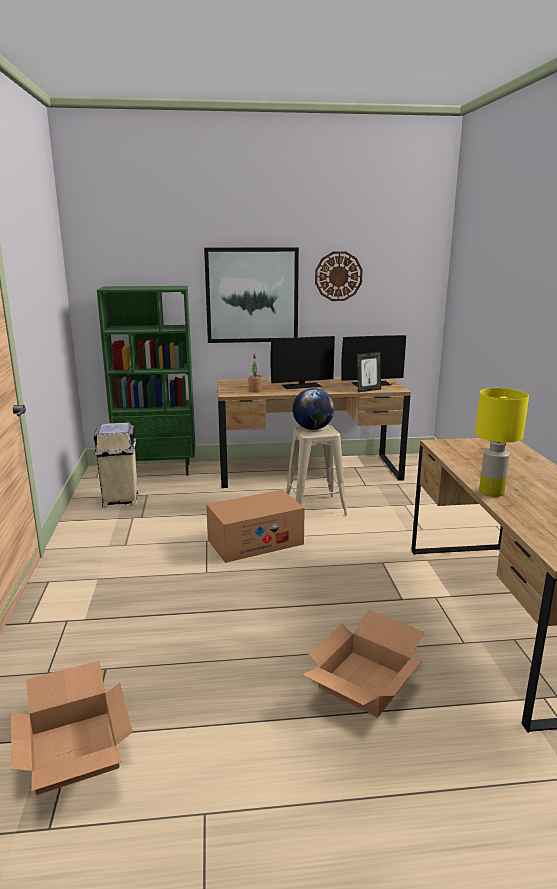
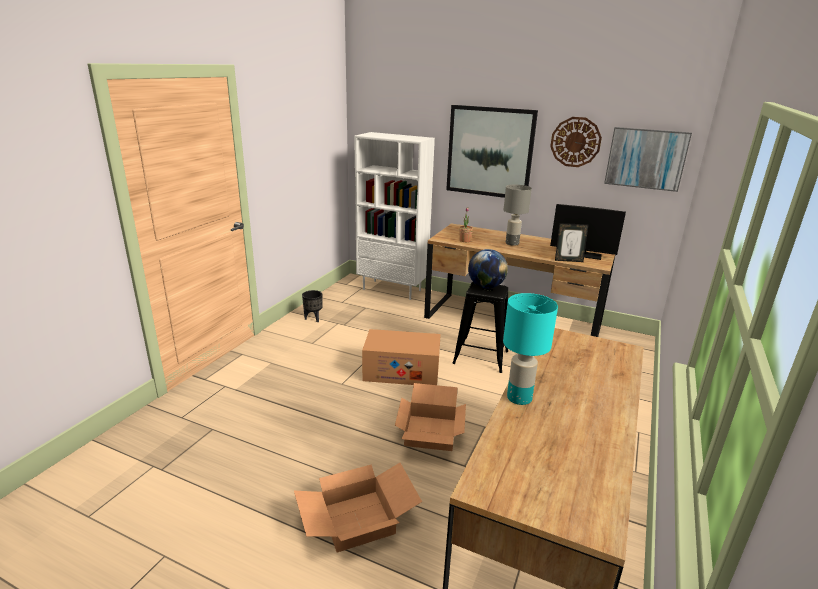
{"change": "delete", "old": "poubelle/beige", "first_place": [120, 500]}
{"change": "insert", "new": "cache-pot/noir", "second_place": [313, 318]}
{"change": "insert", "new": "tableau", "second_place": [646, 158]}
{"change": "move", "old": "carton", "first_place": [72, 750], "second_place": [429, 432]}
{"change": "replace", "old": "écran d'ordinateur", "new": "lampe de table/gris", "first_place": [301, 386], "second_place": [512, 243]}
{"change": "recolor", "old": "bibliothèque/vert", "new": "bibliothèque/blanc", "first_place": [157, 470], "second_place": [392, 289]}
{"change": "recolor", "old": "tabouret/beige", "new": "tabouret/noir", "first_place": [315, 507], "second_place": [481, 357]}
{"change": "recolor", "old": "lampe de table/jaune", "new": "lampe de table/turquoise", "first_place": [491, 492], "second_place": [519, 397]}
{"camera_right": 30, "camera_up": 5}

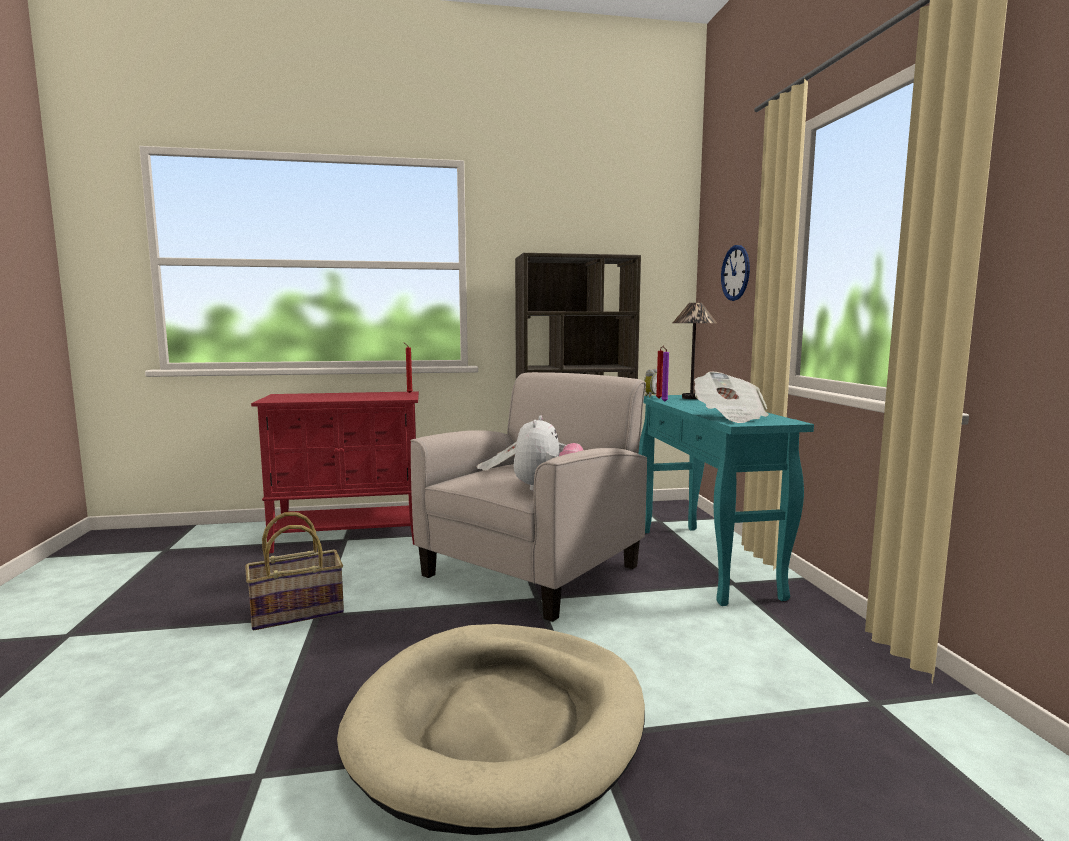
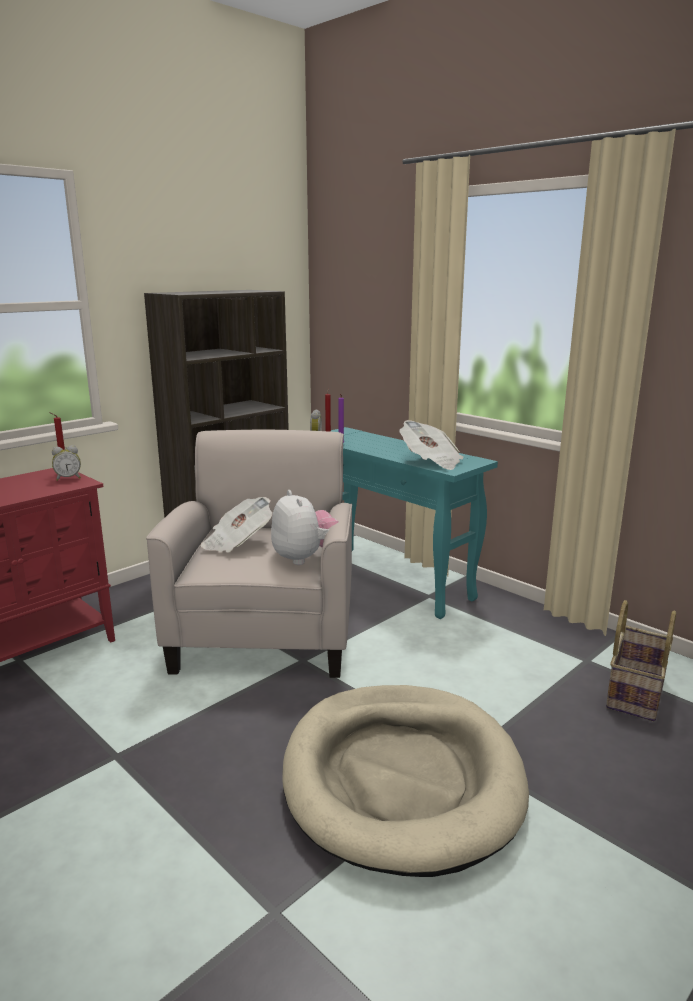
{"change": "delete", "old": "lampe de table", "first_place": [691, 398]}
{"change": "delete", "old": "horloge murale", "first_place": [735, 273]}
{"change": "insert", "new": "réveil", "second_place": [68, 478]}
{"change": "move", "old": "panier", "first_place": [297, 611], "second_place": [634, 692]}
{"camera_right": -35, "camera_up": 10}

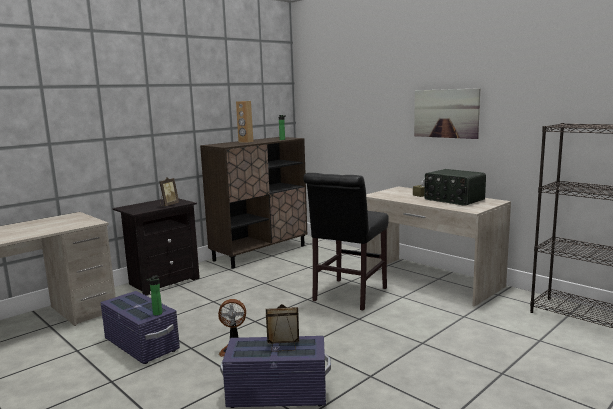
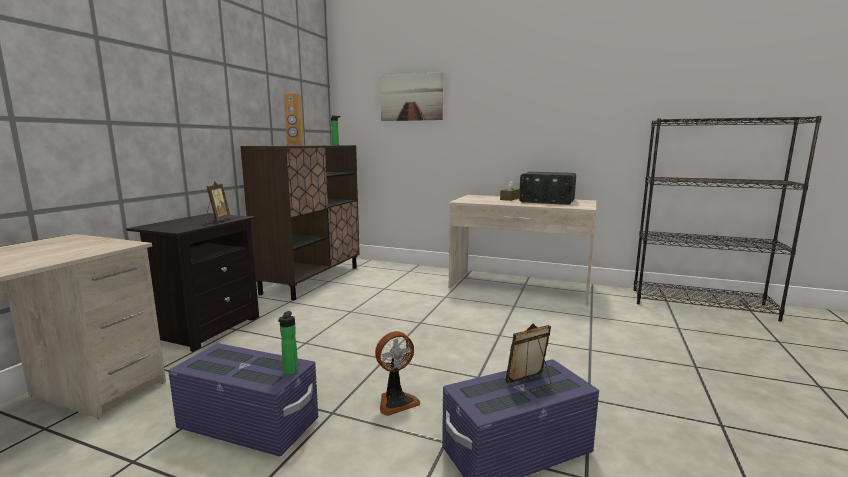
{"change": "delete", "old": "chaise/noir", "first_place": [348, 296]}
{"change": "move", "old": "tableau", "first_place": [446, 113], "second_place": [411, 97]}
{"camera_right": -25, "camera_up": 0}

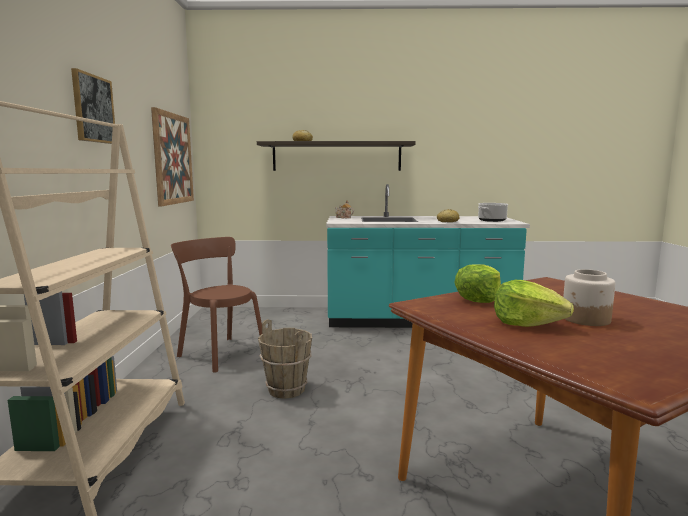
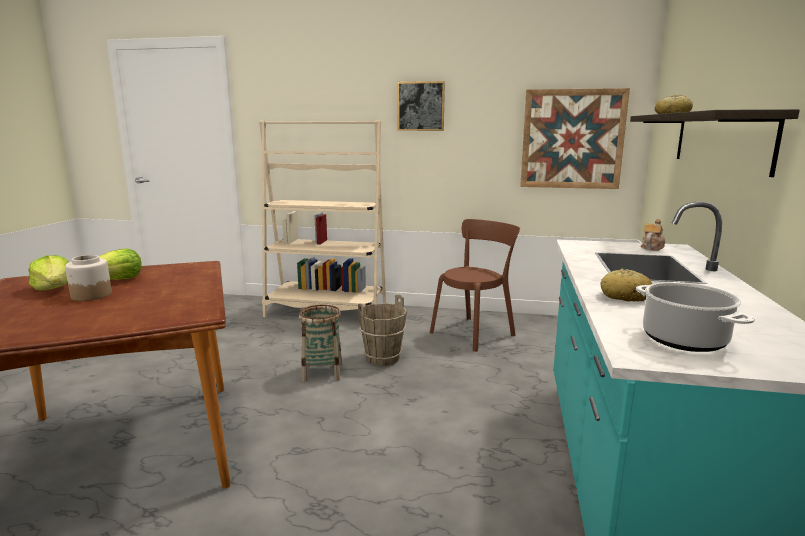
{"change": "insert", "new": "panier", "second_place": [322, 372]}
{"change": "move", "old": "laitue", "first_place": [479, 299], "second_place": [54, 289]}
{"camera_right": 100, "camera_up": 5}

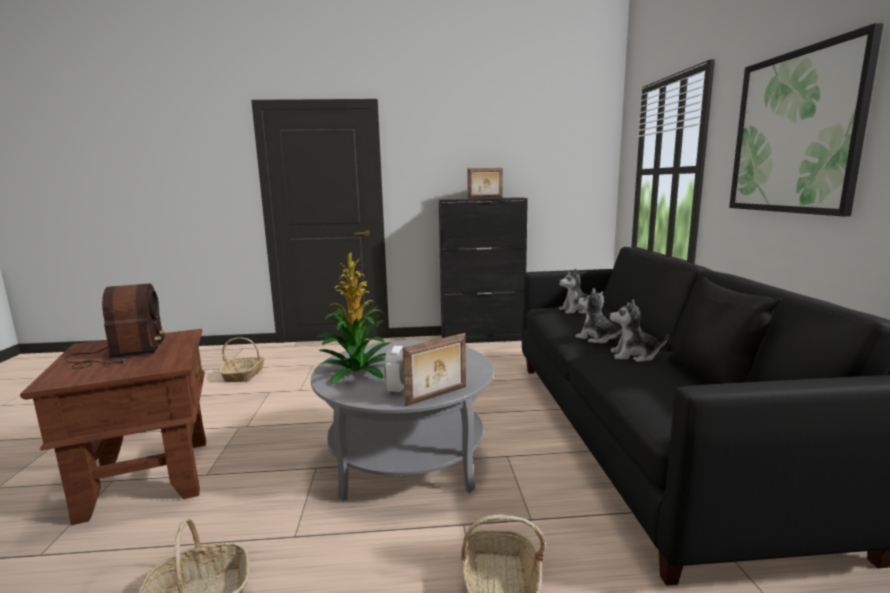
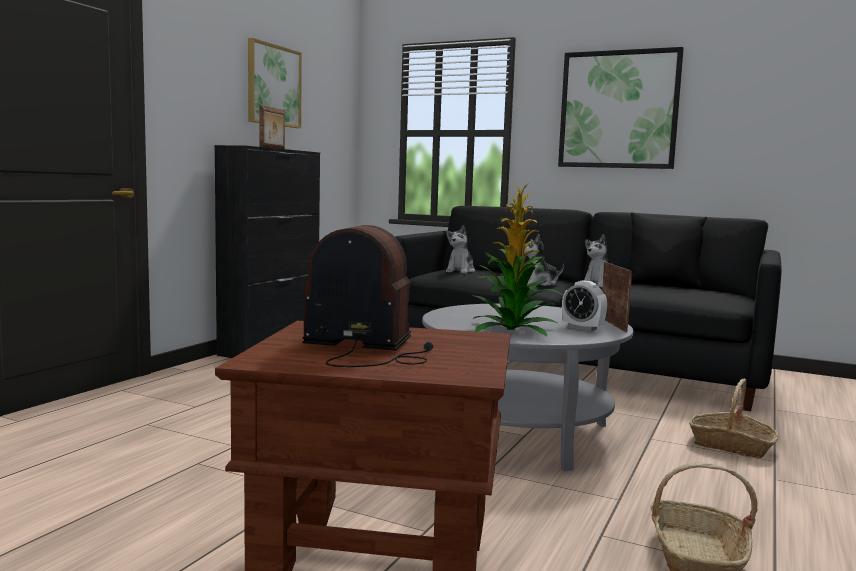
{"change": "delete", "old": "panier", "first_place": [244, 374]}
{"change": "insert", "new": "tableau", "second_place": [273, 85]}
{"camera_right": -60, "camera_up": -5}

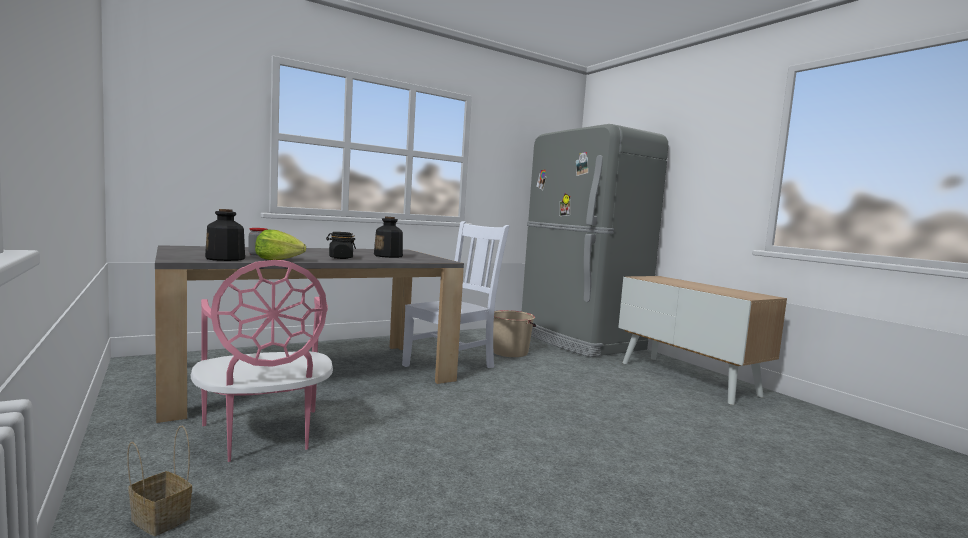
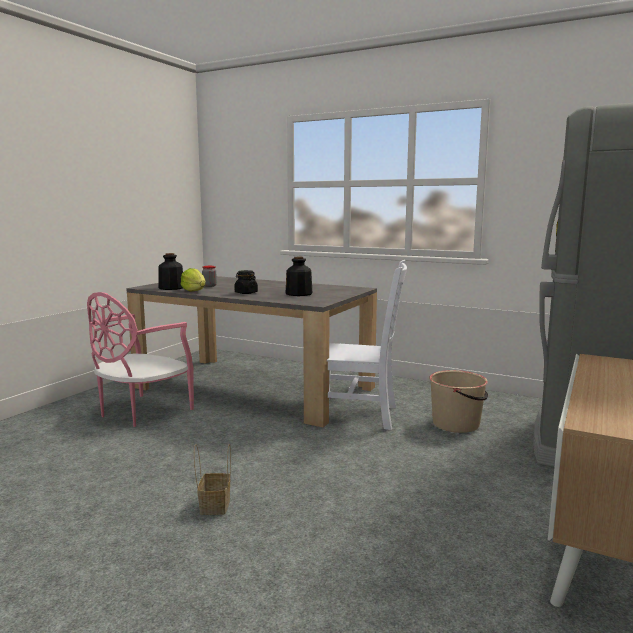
{"change": "move", "old": "panier", "first_place": [158, 519], "second_place": [214, 505]}
{"camera_right": 60, "camera_up": 5}

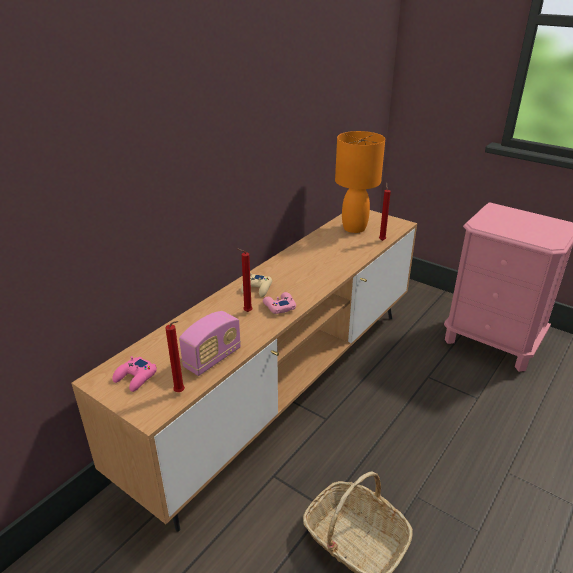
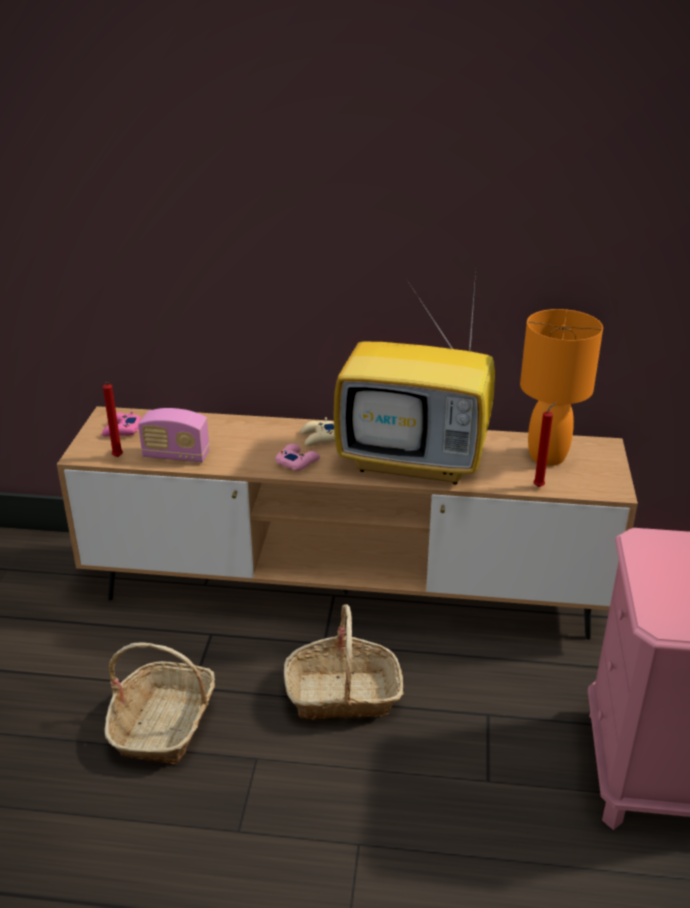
{"change": "delete", "old": "bougie/rouge", "first_place": [246, 312]}
{"change": "insert", "new": "panier", "second_place": [343, 694]}
{"change": "insert", "new": "téléviseur", "second_place": [416, 461]}
{"camera_right": 60, "camera_up": 0}

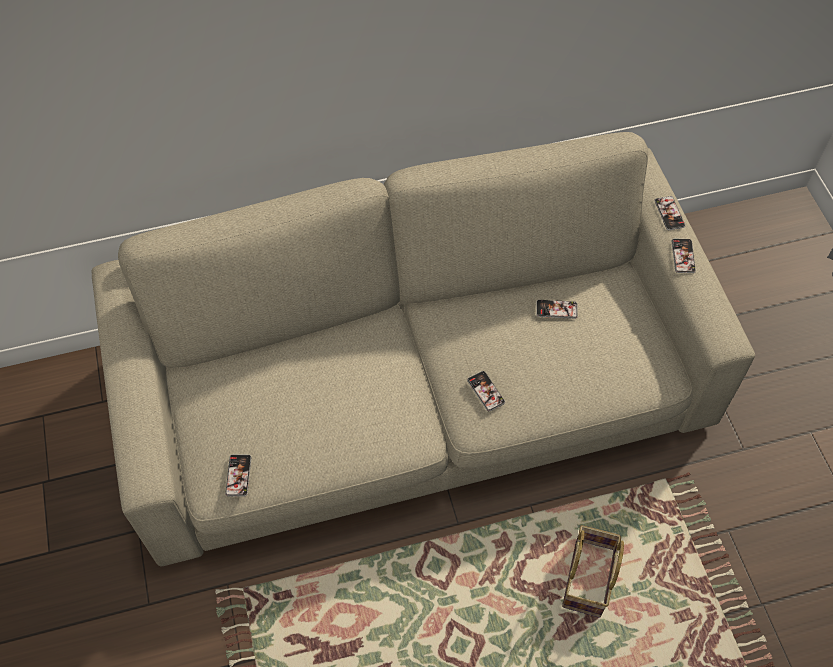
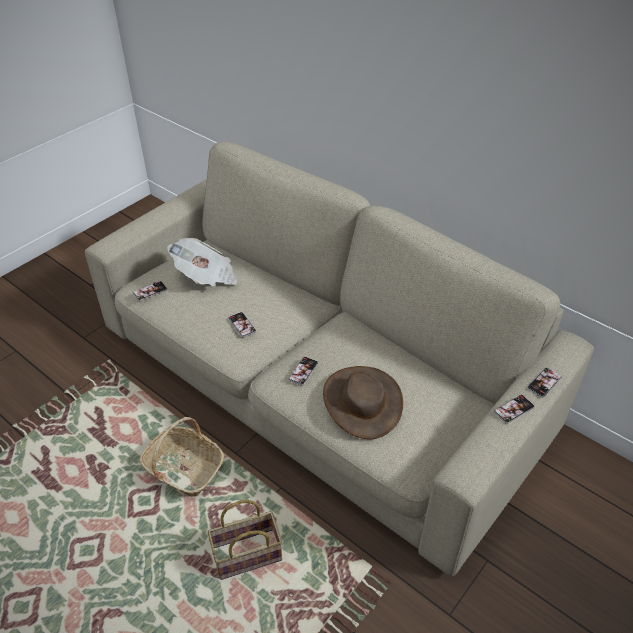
{"change": "insert", "new": "panier", "second_place": [183, 469]}
{"change": "insert", "new": "journal", "second_place": [206, 277]}
{"change": "insert", "new": "chapeau/marron", "second_place": [362, 402]}
{"change": "move", "old": "téléphone", "first_place": [556, 309], "second_place": [242, 325]}
{"camera_right": 55, "camera_up": -15}

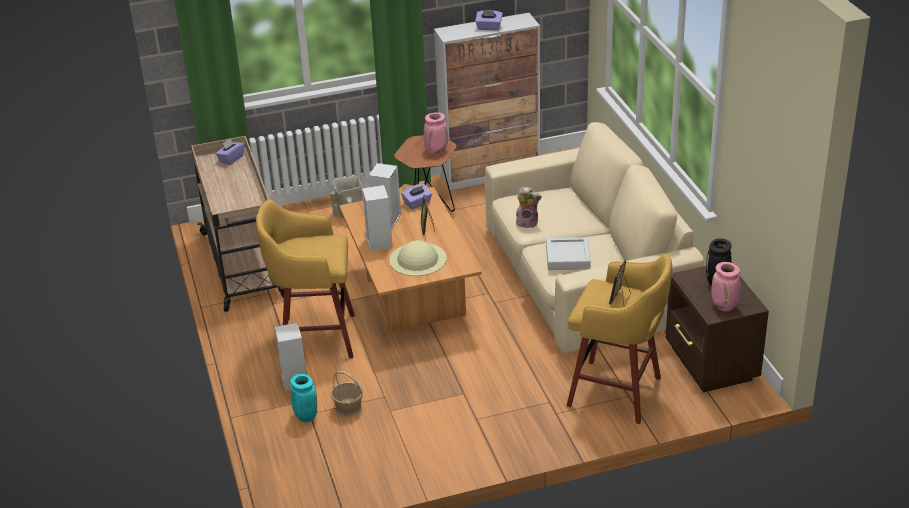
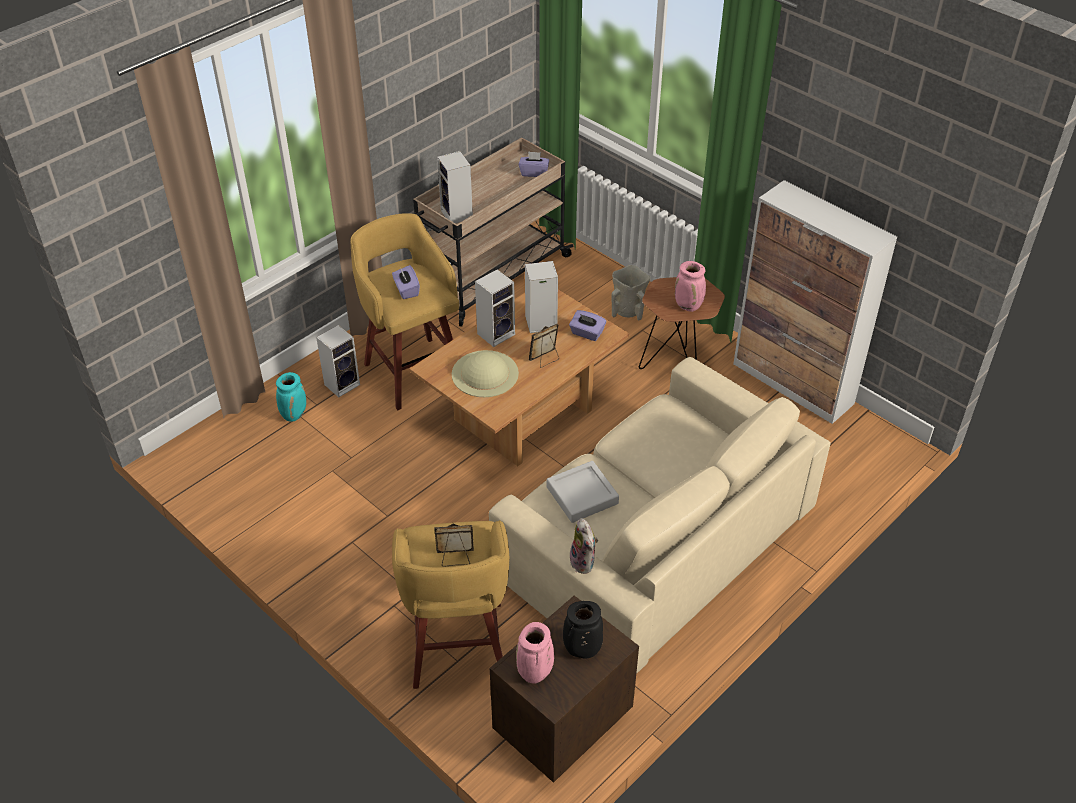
{"change": "delete", "old": "panier", "first_place": [348, 408]}
{"change": "insert", "new": "enceinte", "second_place": [458, 215]}
{"change": "move", "old": "boîte à mouchoirs/violet", "first_place": [489, 27], "second_place": [406, 290]}
{"change": "move", "old": "peluche", "first_place": [527, 222], "second_place": [584, 562]}
{"camera_right": 60, "camera_up": 10}

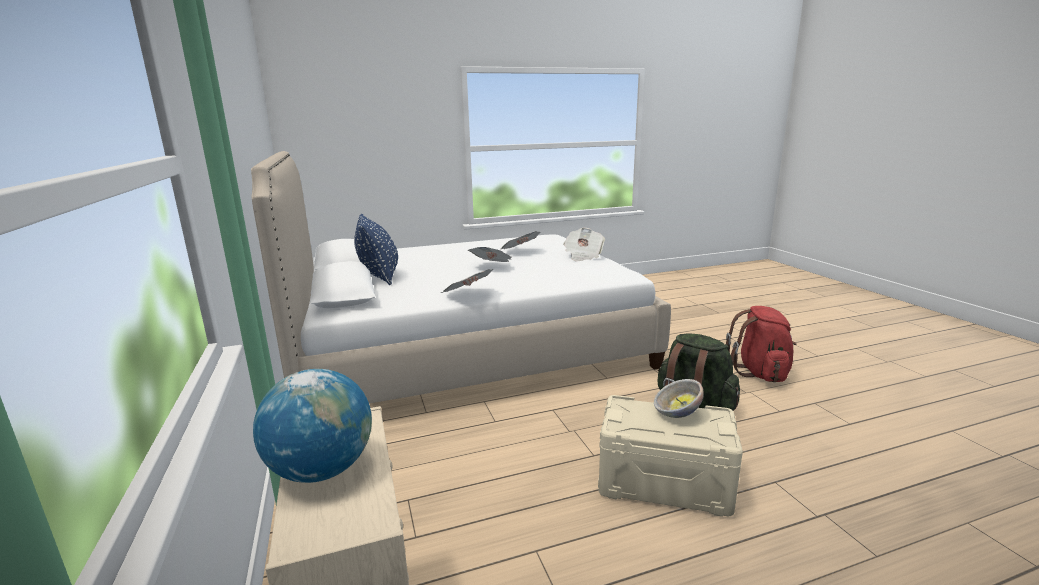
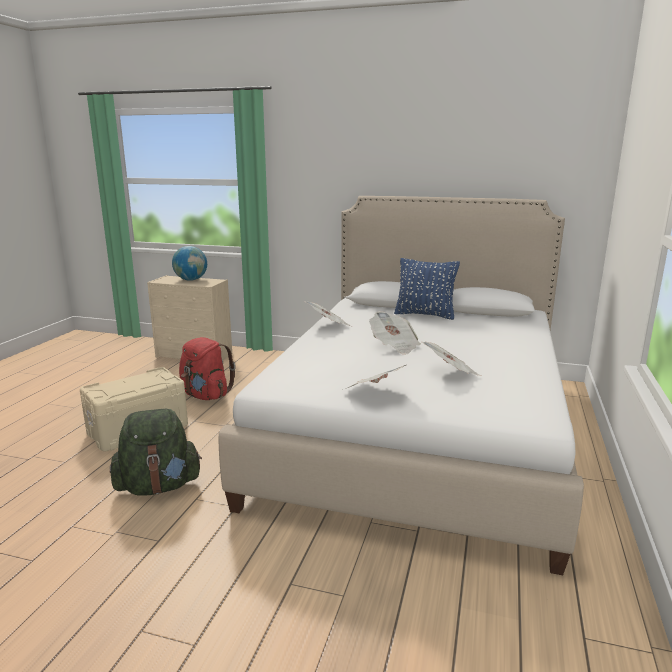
{"change": "delete", "old": "bol", "first_place": [677, 414]}
{"change": "move", "old": "sac à dos/rouge", "first_place": [760, 373], "second_place": [206, 395]}
{"camera_right": 125, "camera_up": 0}

